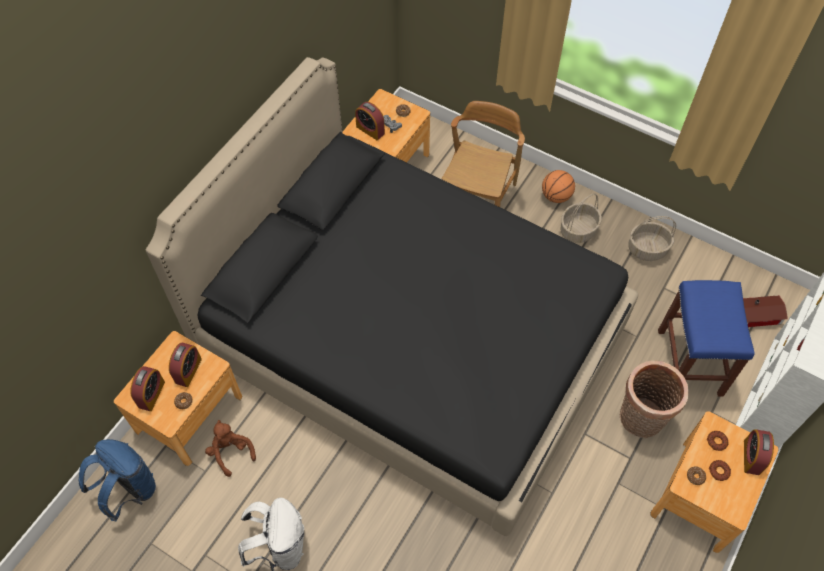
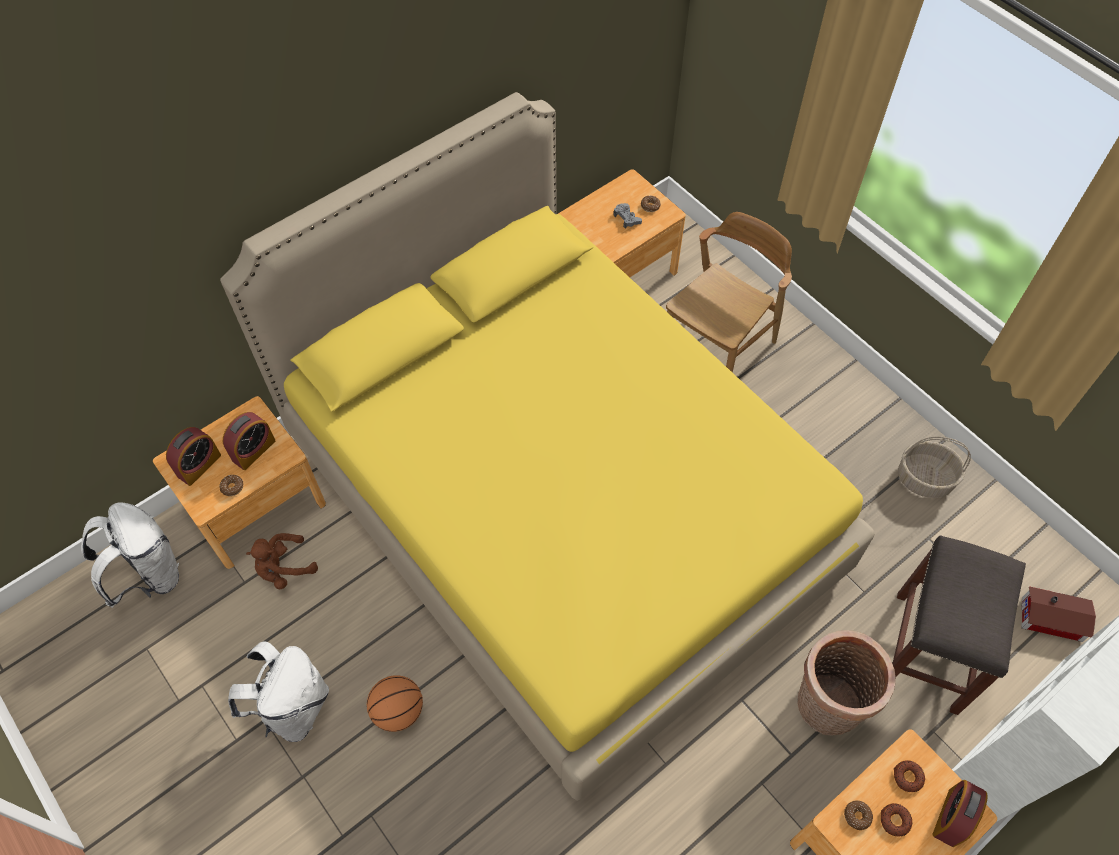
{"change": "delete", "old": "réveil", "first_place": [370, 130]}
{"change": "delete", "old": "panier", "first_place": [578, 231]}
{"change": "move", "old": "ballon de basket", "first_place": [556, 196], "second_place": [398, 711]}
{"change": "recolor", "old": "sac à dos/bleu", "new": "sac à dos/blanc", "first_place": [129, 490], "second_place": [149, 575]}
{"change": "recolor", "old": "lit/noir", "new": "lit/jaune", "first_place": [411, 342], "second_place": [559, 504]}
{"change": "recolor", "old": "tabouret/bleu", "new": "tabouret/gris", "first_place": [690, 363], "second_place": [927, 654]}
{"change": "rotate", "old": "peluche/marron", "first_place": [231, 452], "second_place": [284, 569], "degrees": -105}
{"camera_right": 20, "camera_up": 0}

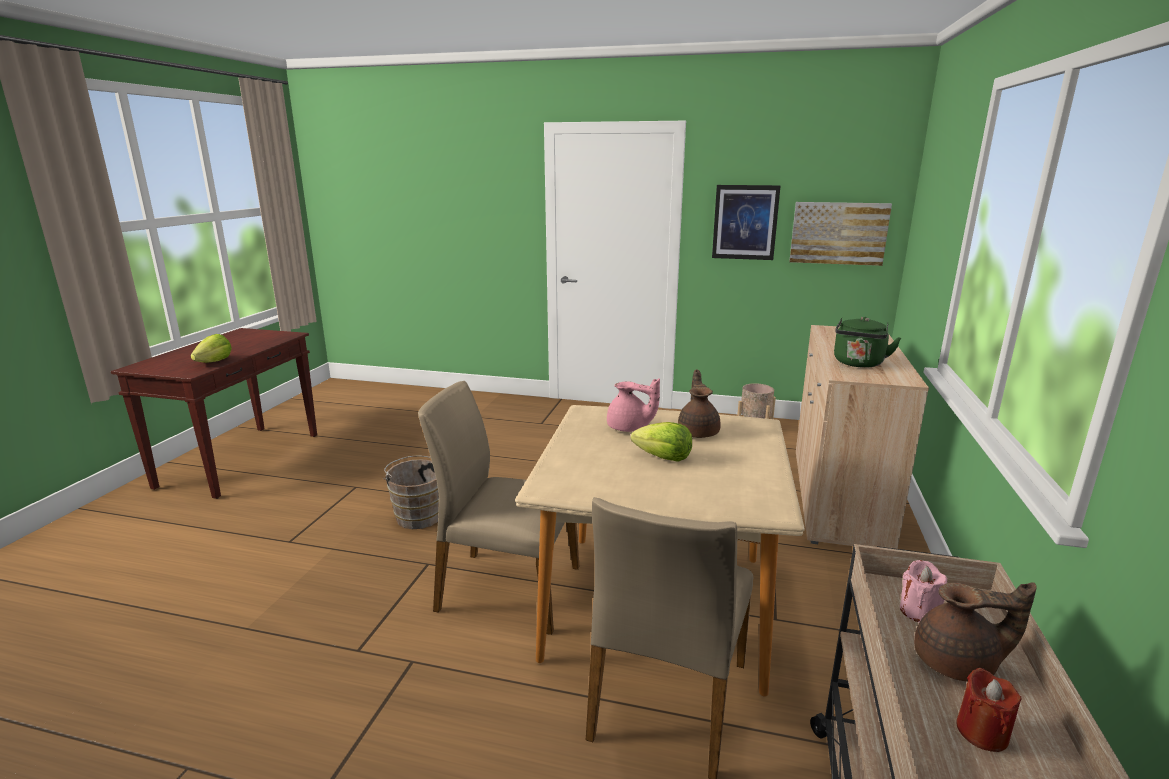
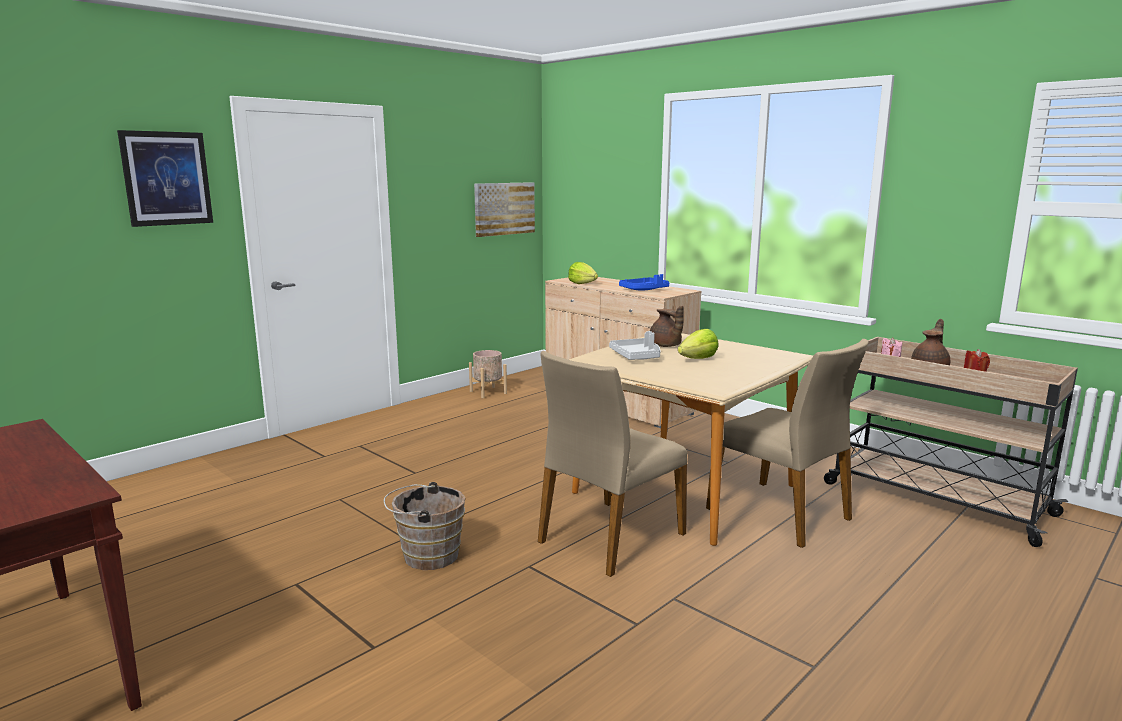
{"change": "move", "old": "laitue", "first_place": [214, 362], "second_place": [582, 283]}
{"change": "move", "old": "tableau", "first_place": [745, 222], "second_place": [167, 178]}
{"change": "replace", "old": "théière/rose", "new": "plateau/gris", "first_place": [629, 428], "second_place": [637, 357]}
{"change": "replace", "old": "bouilloire/vert", "new": "plateau/bleu", "first_place": [858, 364], "second_place": [644, 290]}
{"change": "rotate", "old": "théière/marron", "first_place": [698, 432], "second_place": [665, 346], "degrees": -150}
{"camera_right": -60, "camera_up": -5}

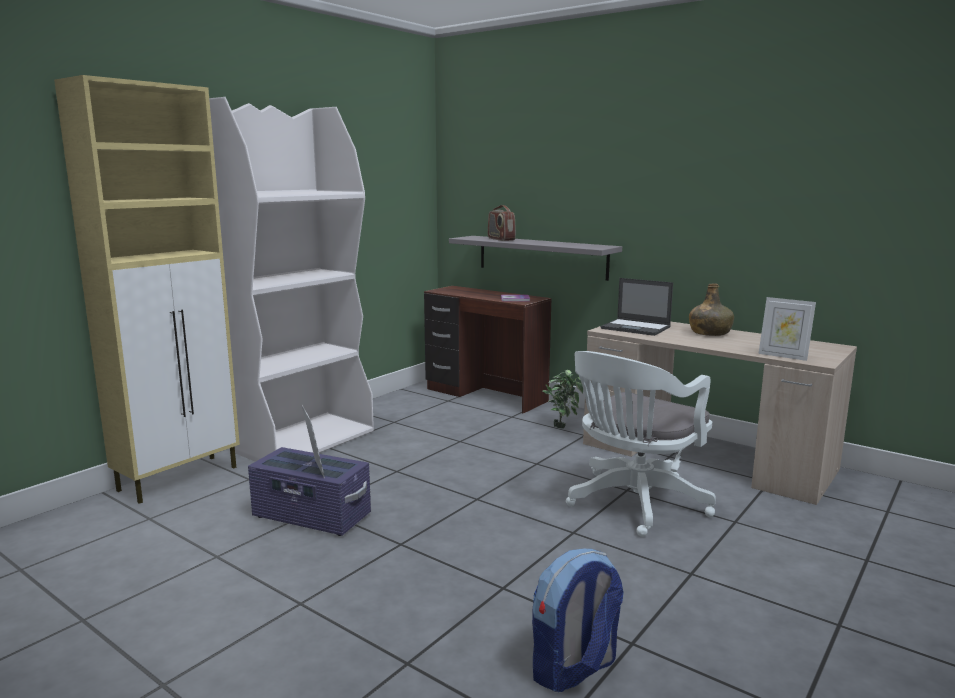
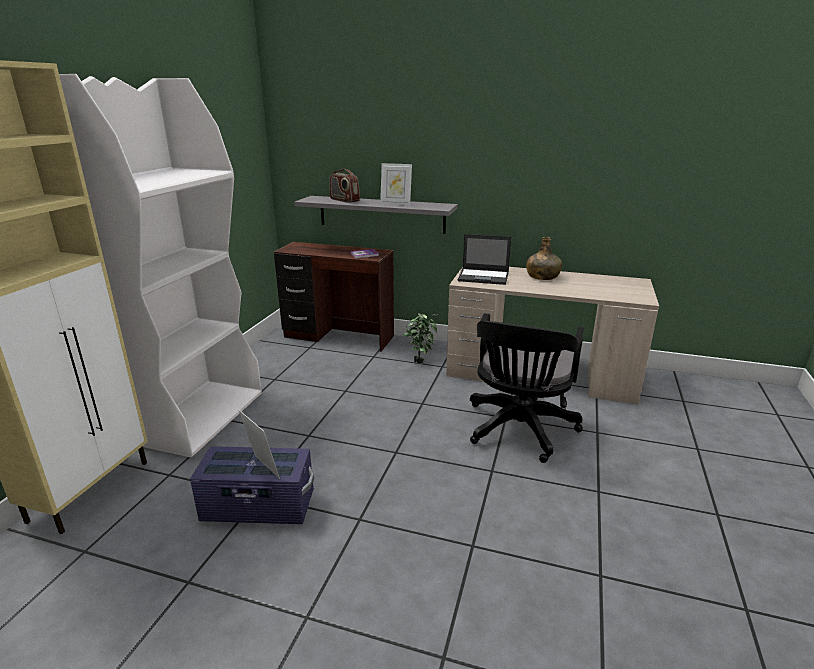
{"change": "delete", "old": "sac à dos", "first_place": [574, 669]}
{"change": "move", "old": "cadre photo", "first_place": [783, 356], "second_place": [396, 204]}
{"change": "recolor", "old": "chaise de bureau/blanc", "new": "chaise de bureau/noir", "first_place": [633, 504], "second_place": [518, 431]}
{"camera_right": -20, "camera_up": 10}

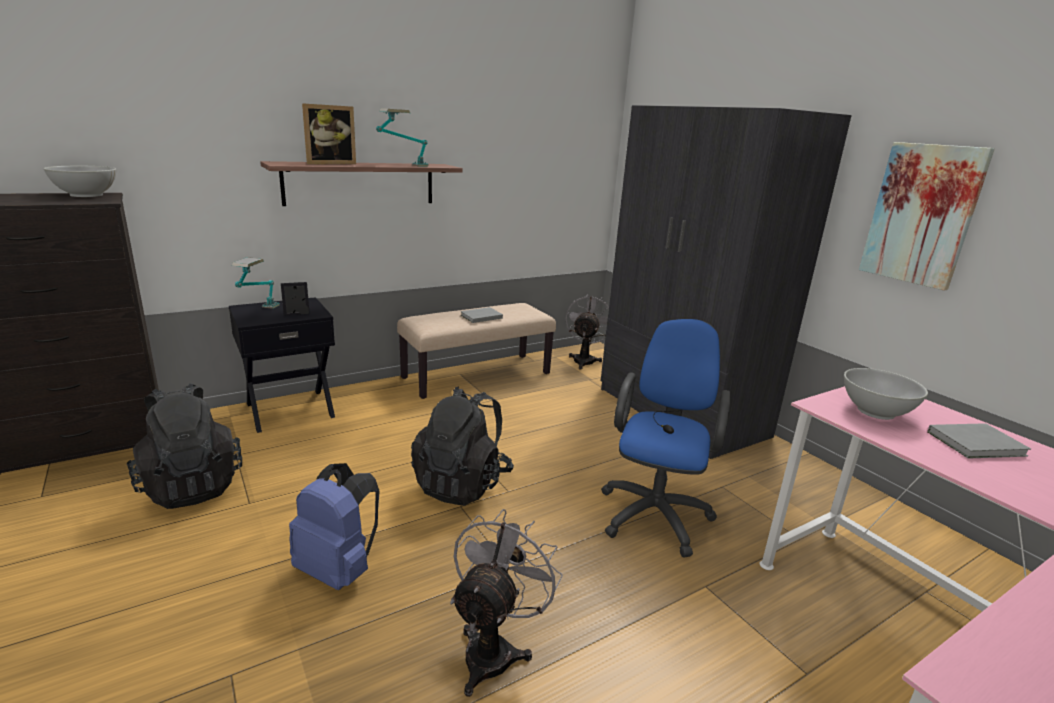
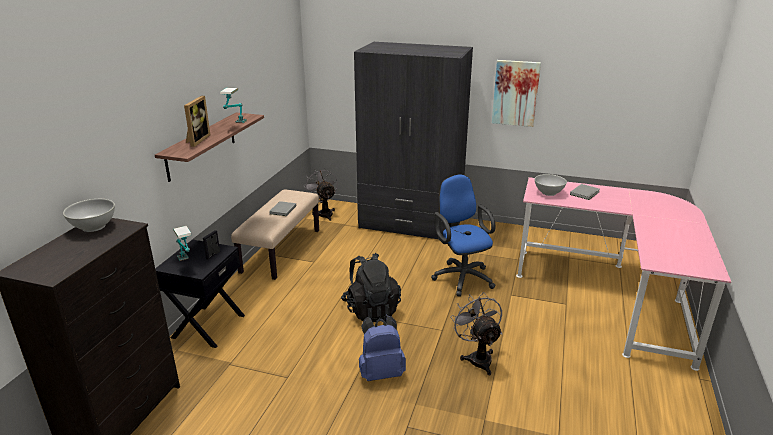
{"change": "delete", "old": "sac à dos/noir", "first_place": [191, 486]}
{"camera_right": -40, "camera_up": 5}

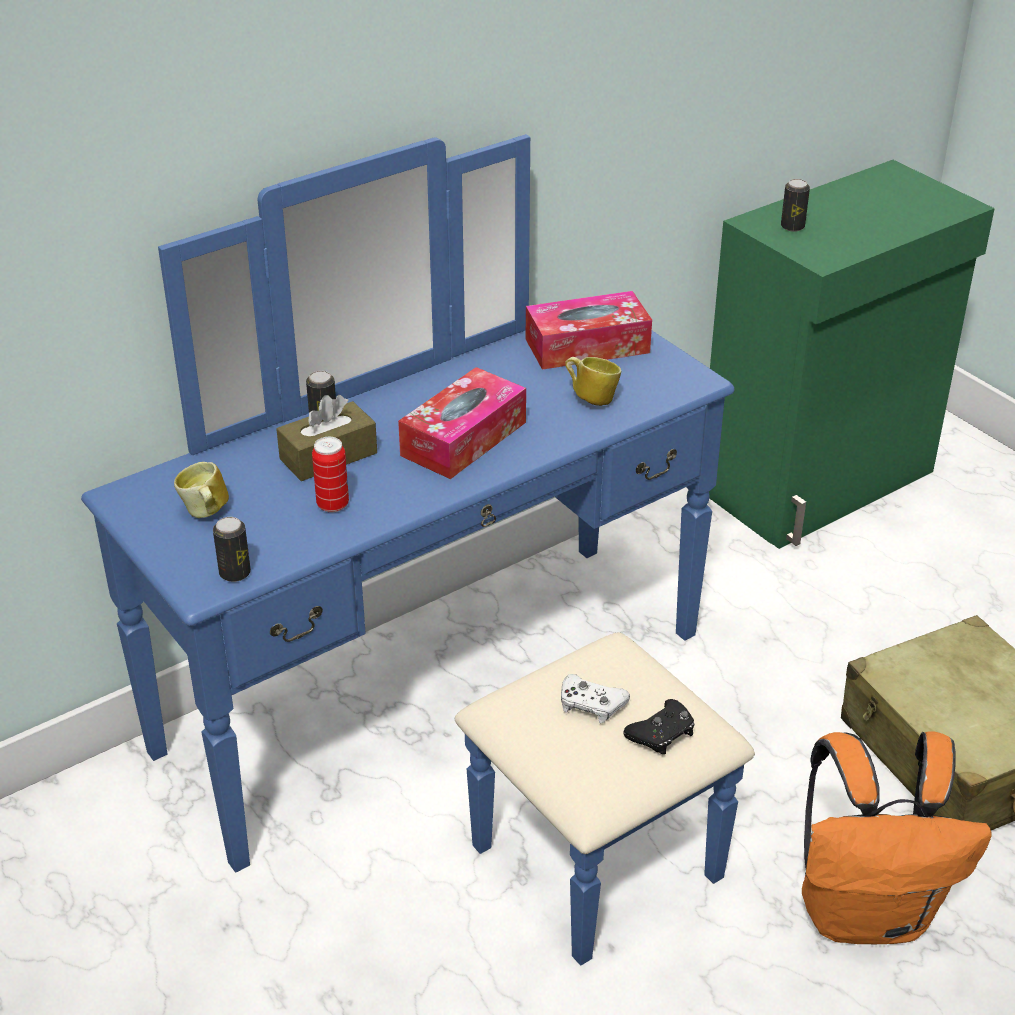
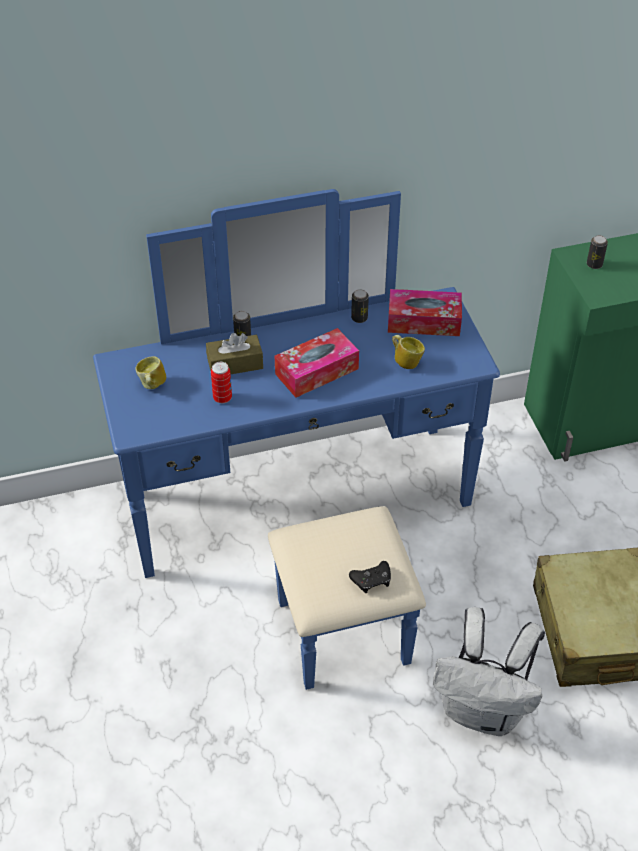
{"change": "delete", "old": "manette/blanc", "first_place": [591, 704]}
{"change": "move", "old": "boîte métallique", "first_place": [235, 573], "second_place": [359, 318]}
{"change": "recolor", "old": "sac à dos/orange", "new": "sac à dos/blanc", "first_place": [867, 913], "second_place": [483, 711]}
{"camera_right": 20, "camera_up": 10}

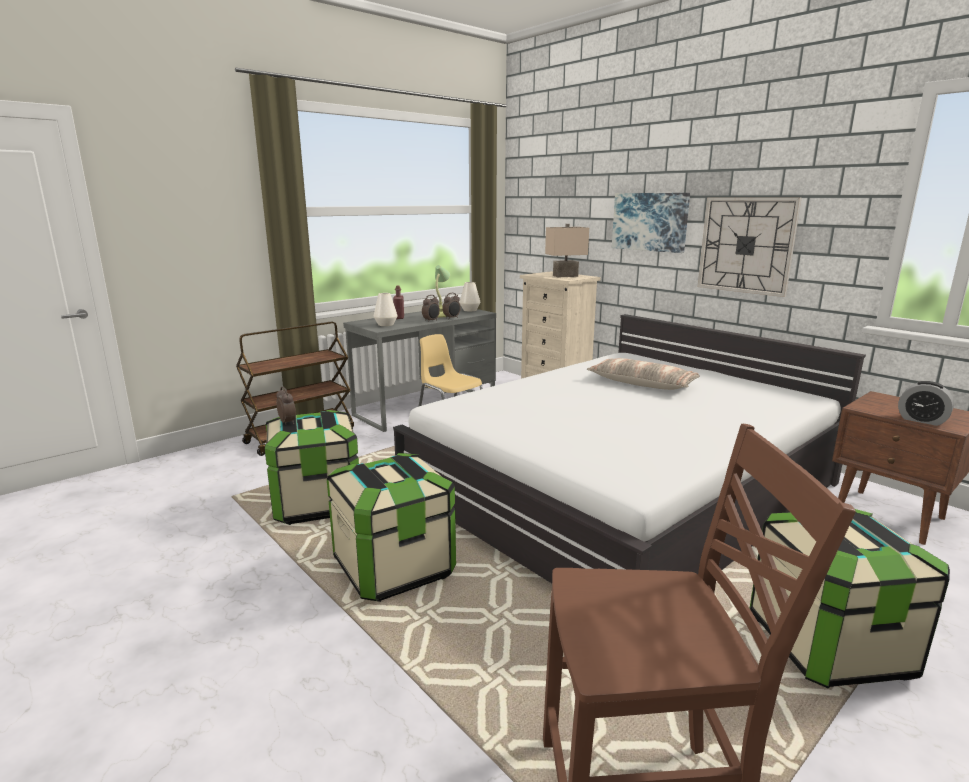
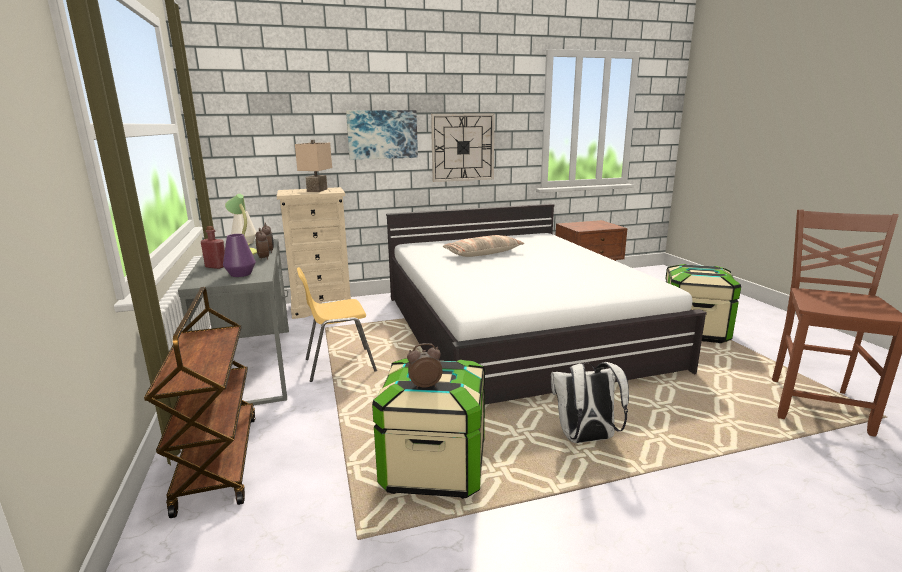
{"change": "delete", "old": "réveil", "first_place": [921, 420]}
{"change": "replace", "old": "boîte de rangement", "new": "sac à dos/blanc", "first_place": [394, 568], "second_place": [585, 439]}
{"change": "recolor", "old": "vase/blanc", "new": "vase/violet", "first_place": [386, 324], "second_place": [241, 274]}
{"camera_right": -65, "camera_up": 0}

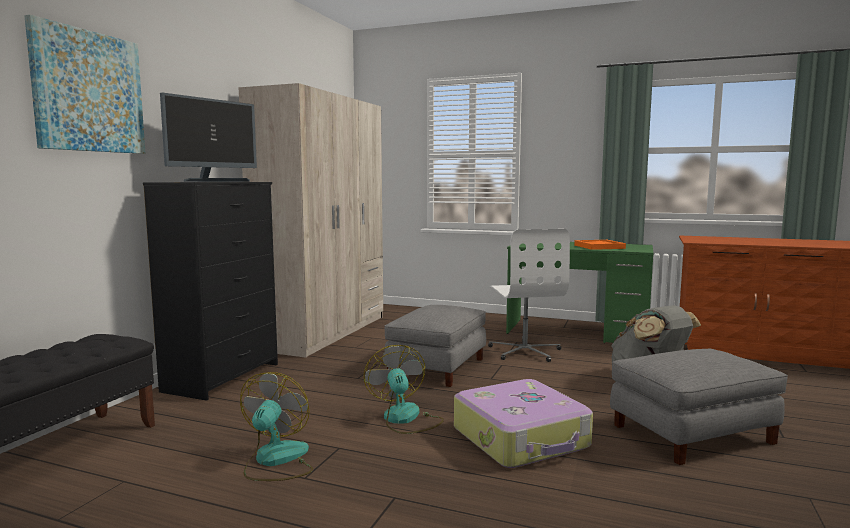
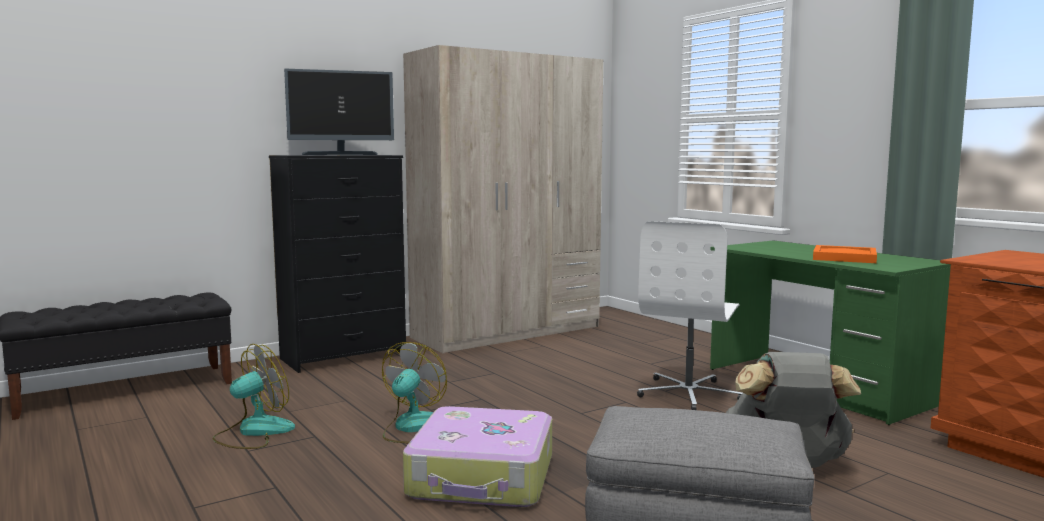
{"change": "delete", "old": "tableau", "first_place": [88, 92]}
{"change": "delete", "old": "pouf/gris", "first_place": [437, 367]}
{"camera_right": 35, "camera_up": 0}

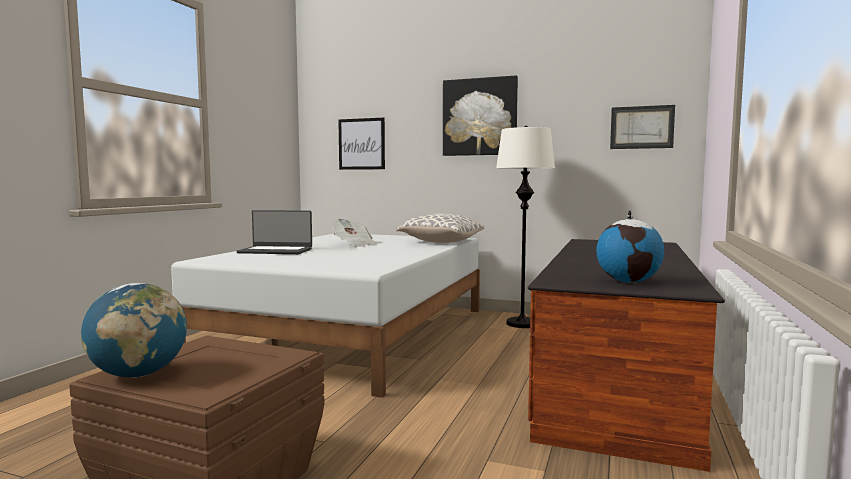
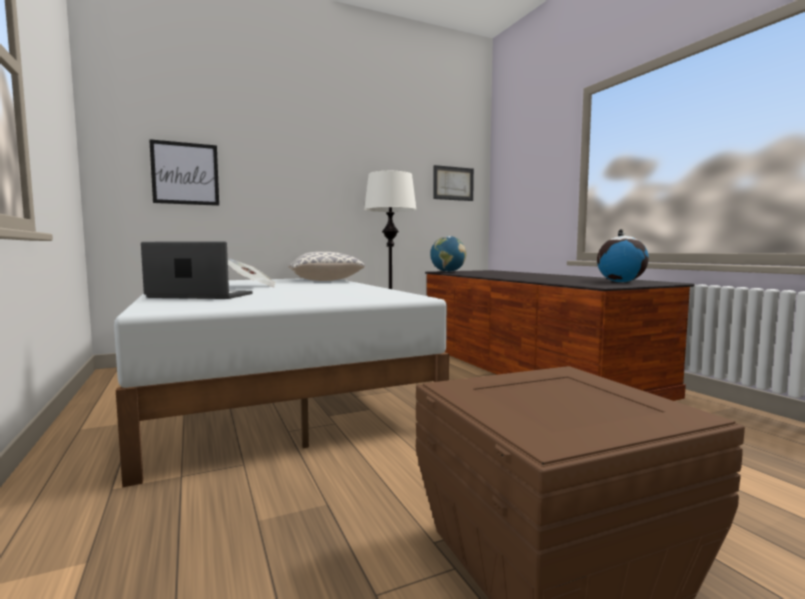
{"change": "delete", "old": "tableau", "first_place": [479, 117]}
{"change": "move", "old": "globe", "first_place": [138, 374], "second_place": [448, 272]}
{"change": "rotate", "old": "ordinateur portable", "first_place": [275, 251], "second_place": [200, 296], "degrees": -135}
{"camera_right": -45, "camera_up": 0}

